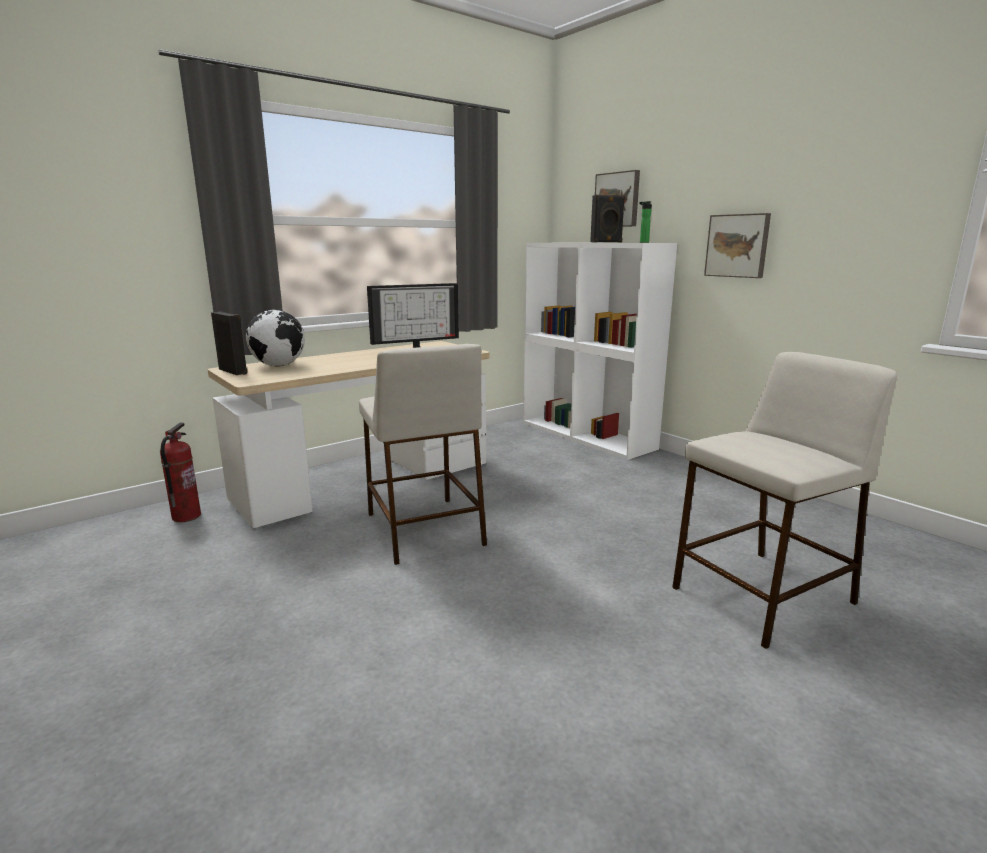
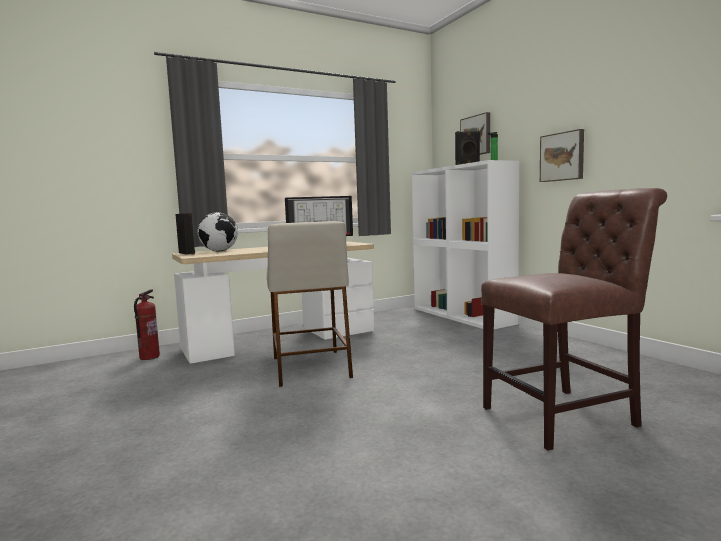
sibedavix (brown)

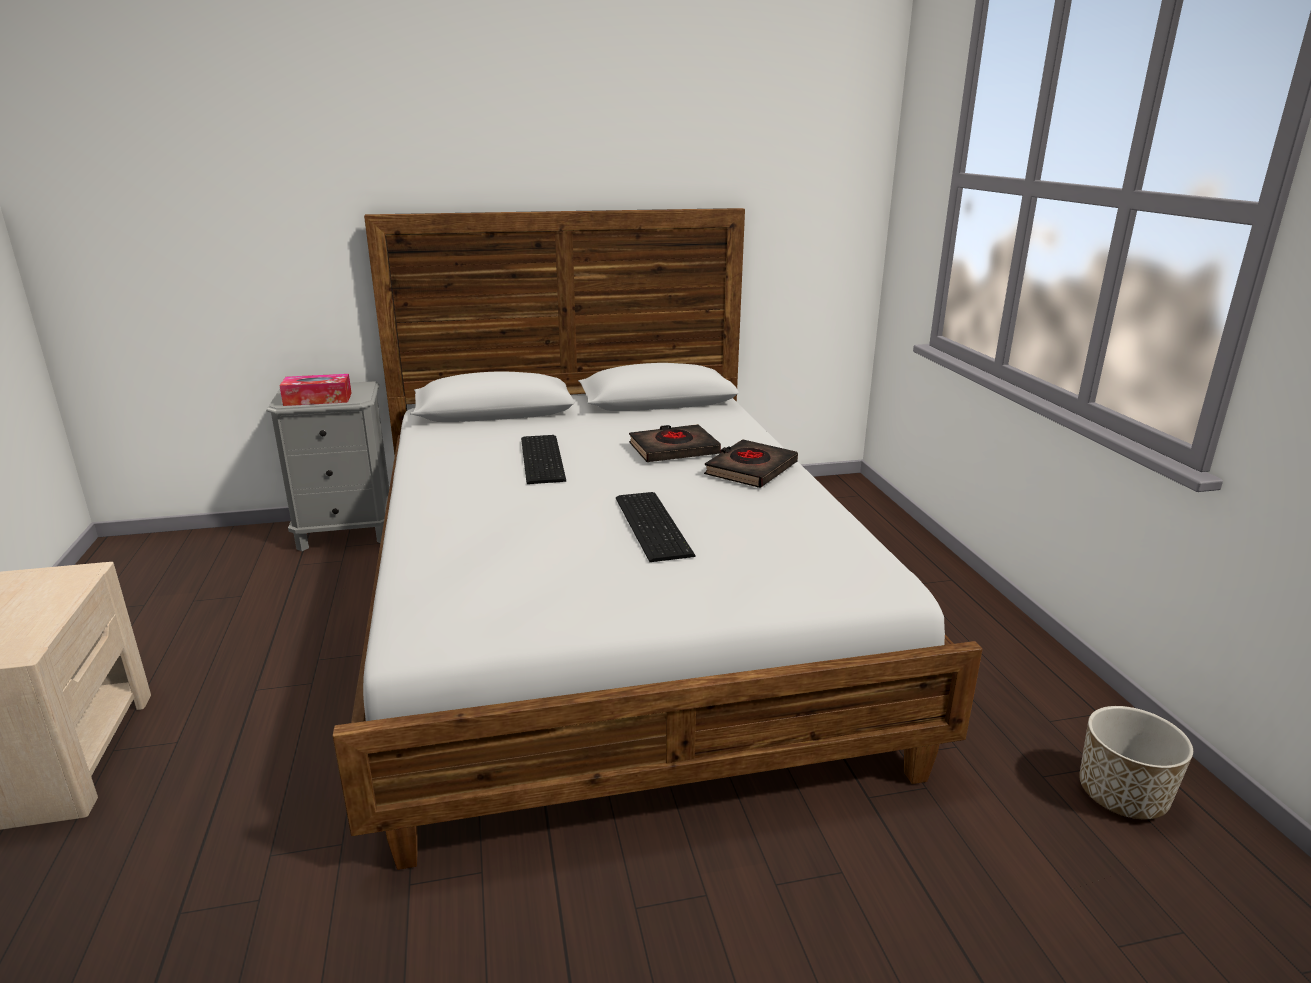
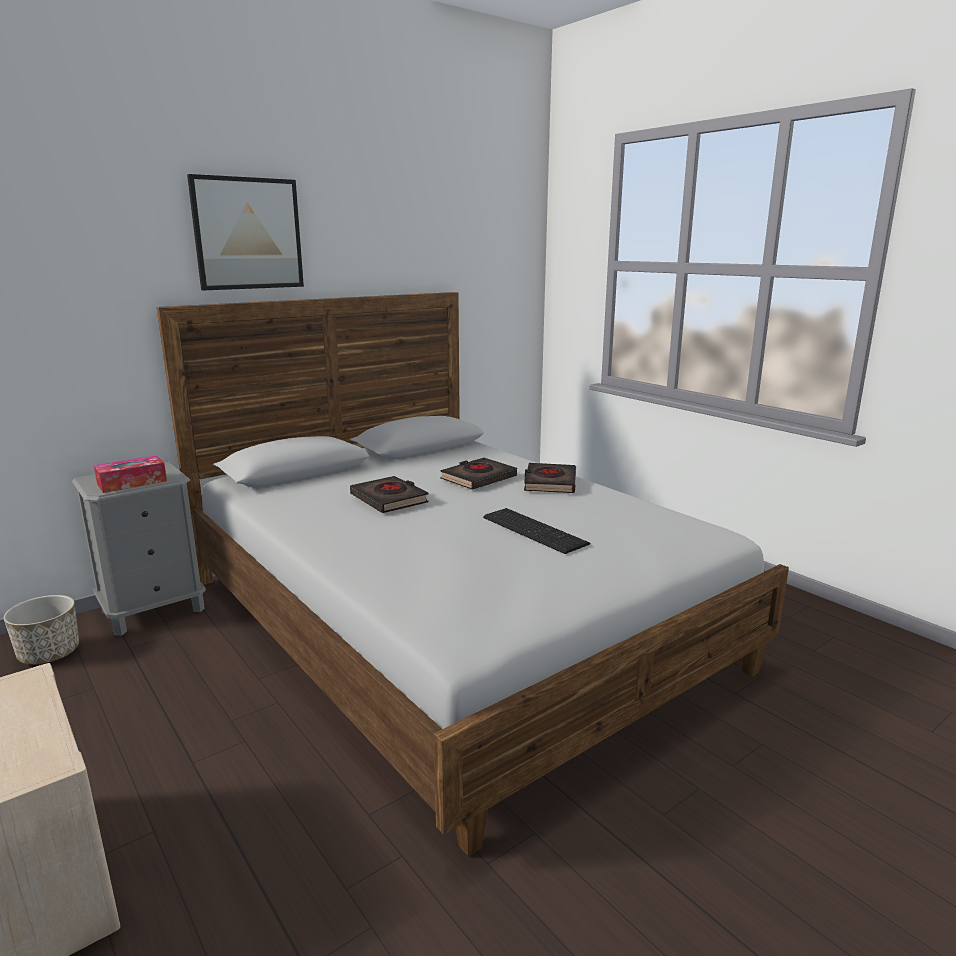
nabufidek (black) (no. 1 from left); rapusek; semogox

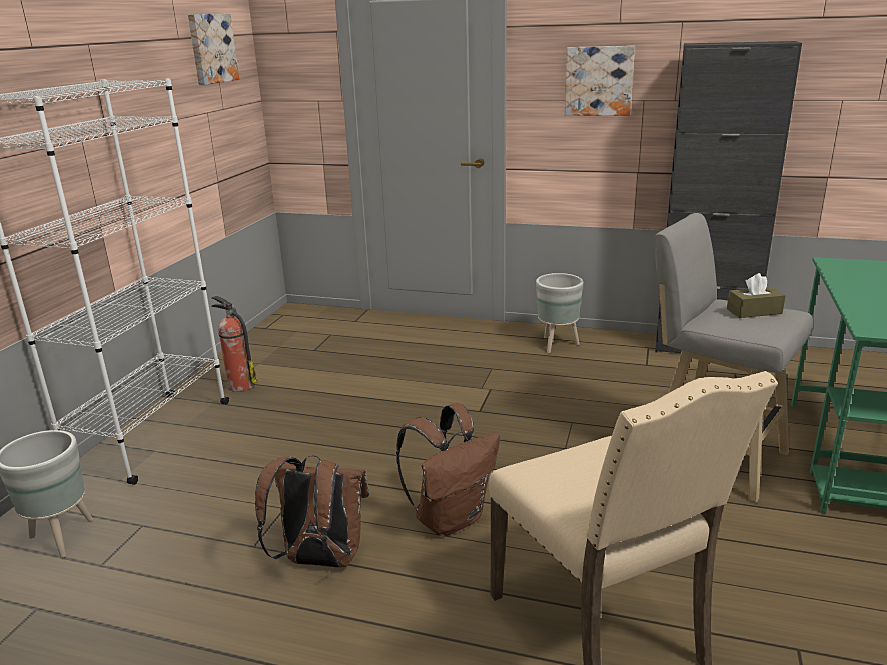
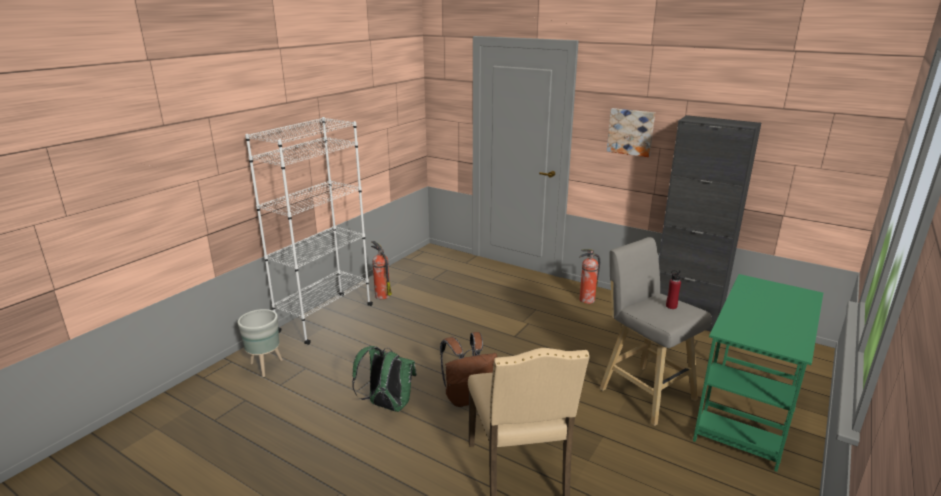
semogox (no. 1 from left in the first image); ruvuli (no. 2 from left); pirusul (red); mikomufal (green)

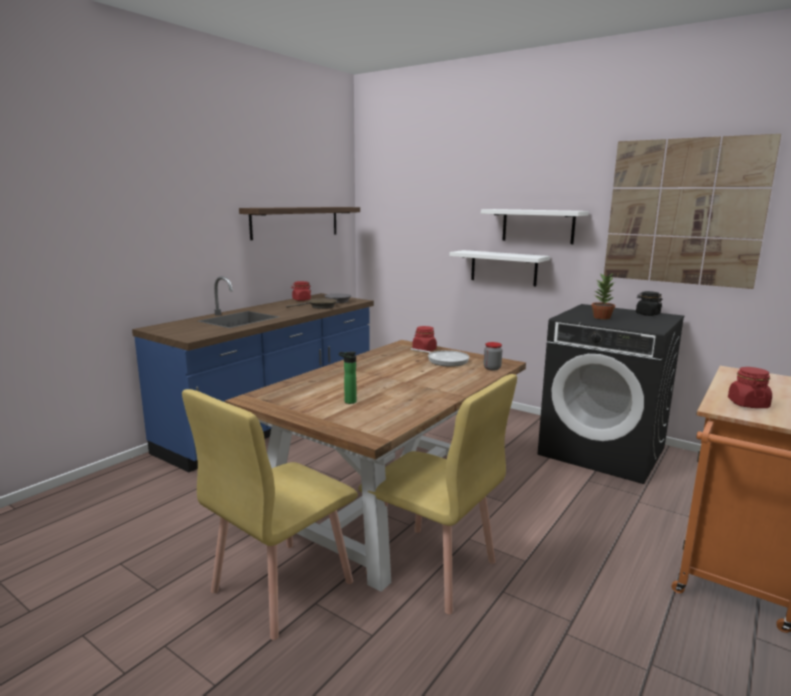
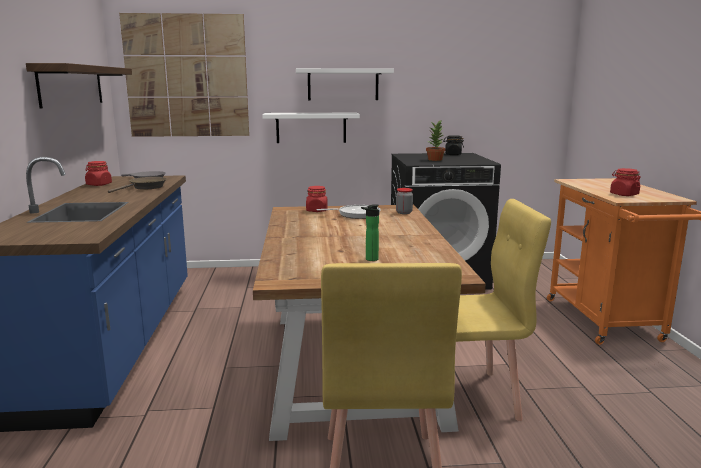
semogox

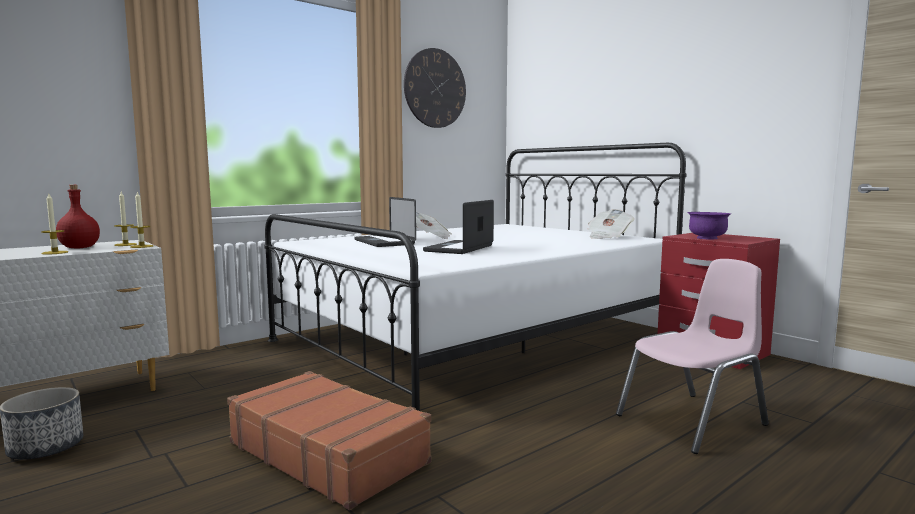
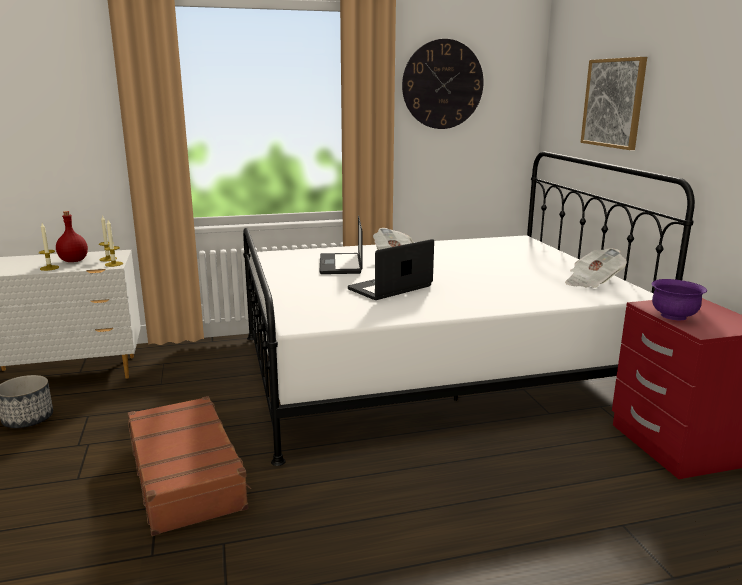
sibedavix (pink); semogox

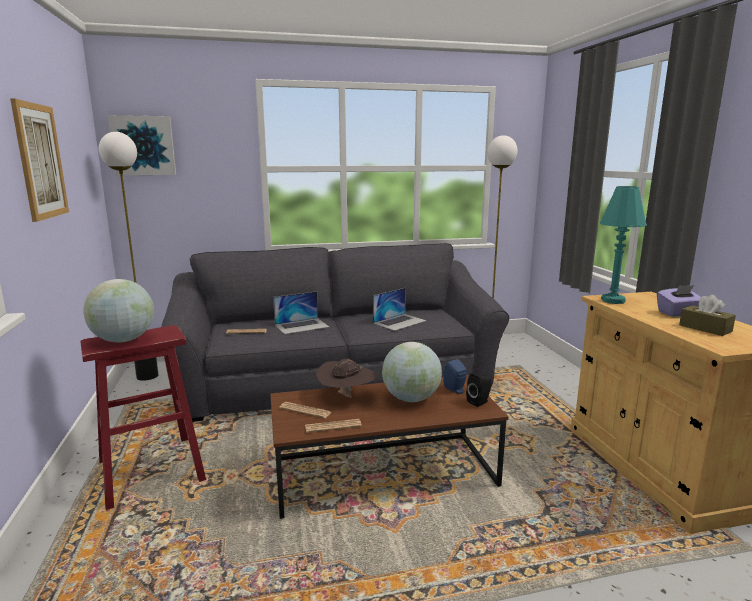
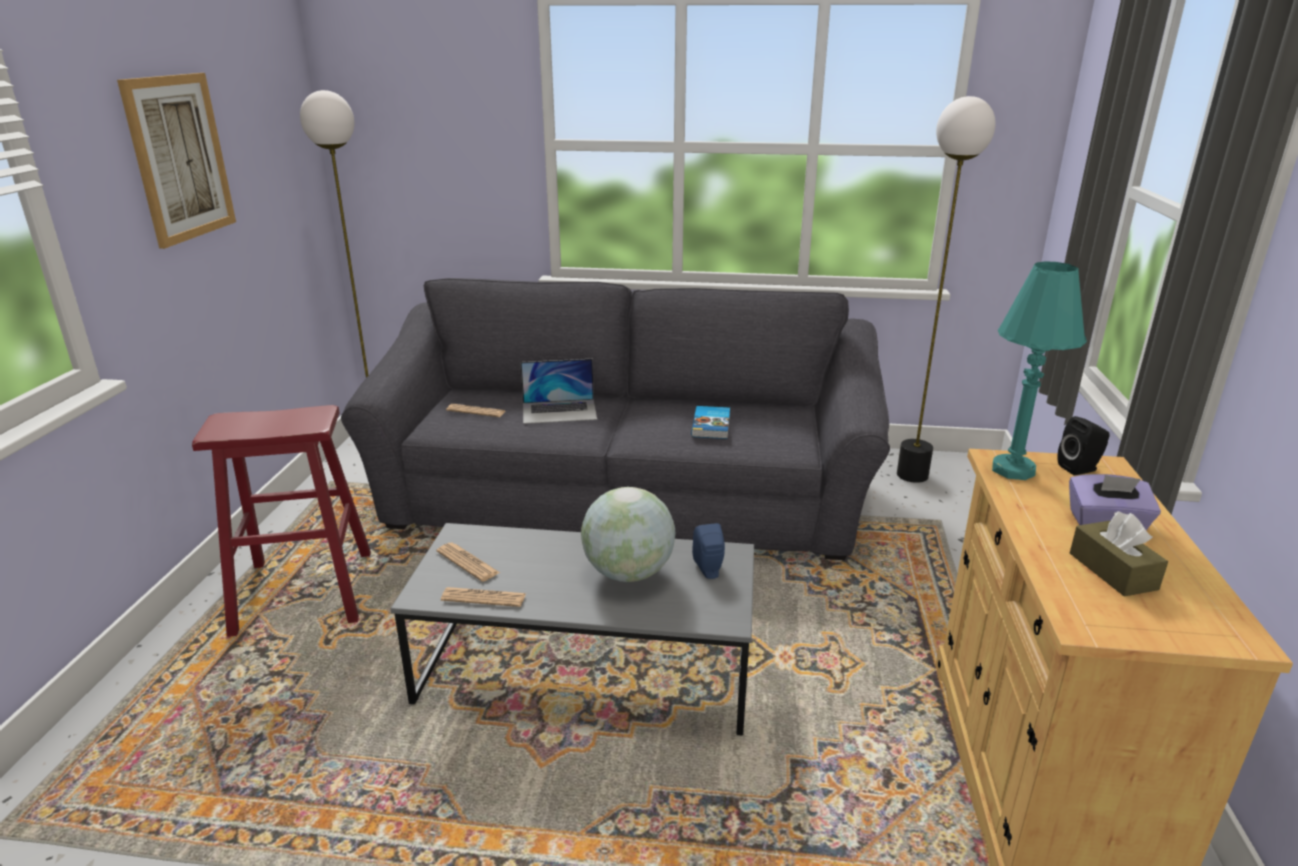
semogox (no. 2 from left in the first image); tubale (no. 1 from left in the first image); nabufidek; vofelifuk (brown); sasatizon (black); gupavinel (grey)

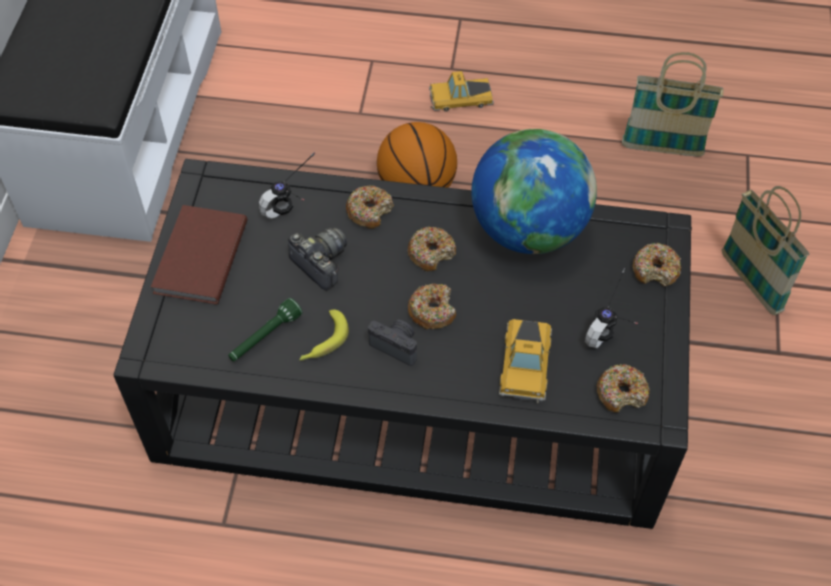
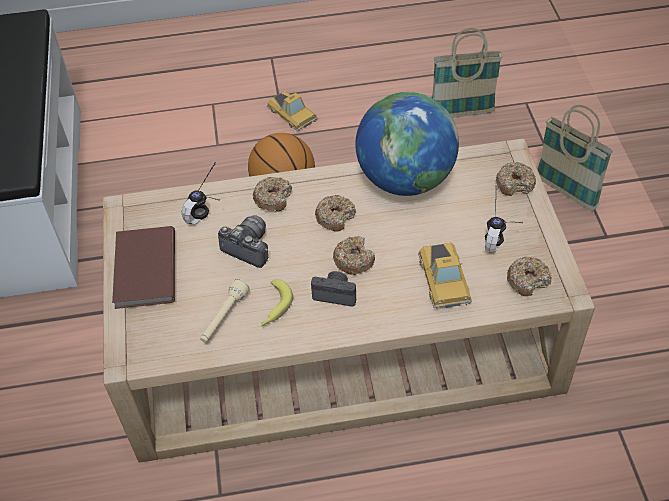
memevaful (no. 1 from left); gupavinel (beige); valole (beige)

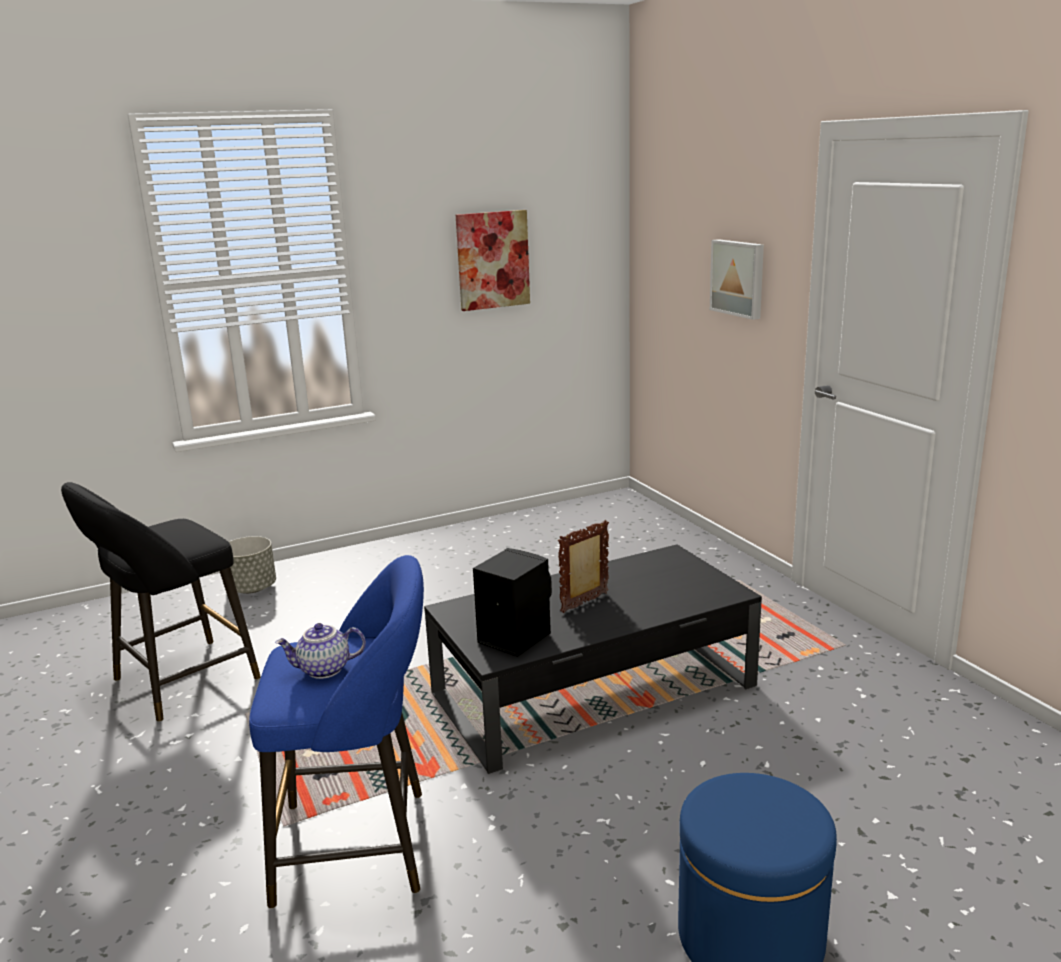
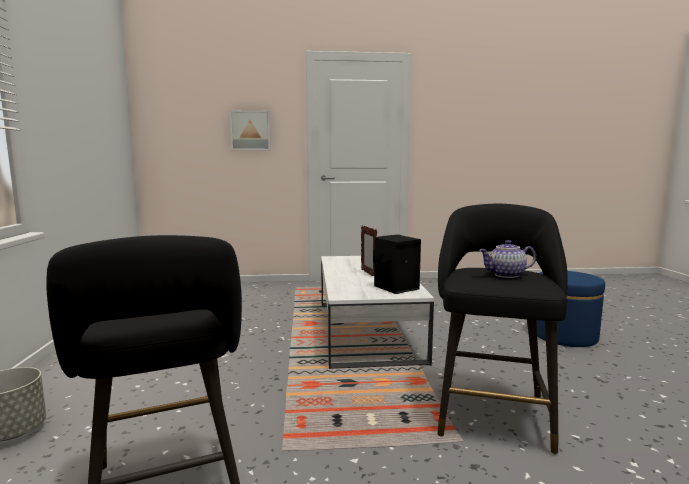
semogox (no. 1 from left in the first image); gupavinel (white); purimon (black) (no. 2 from left); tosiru

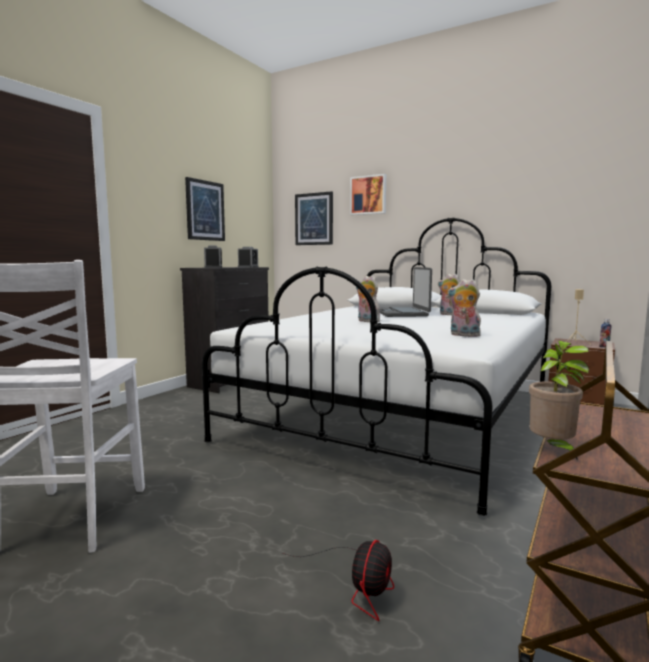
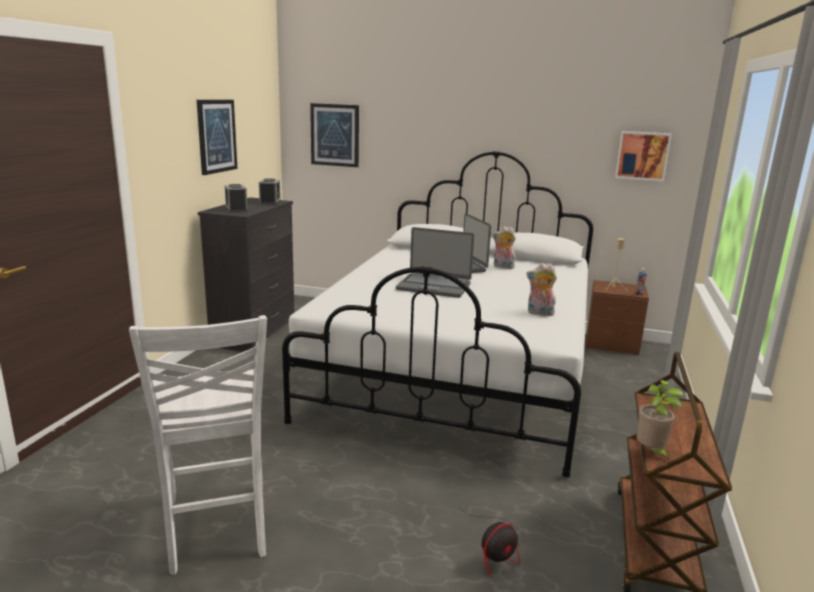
semogox (no. 3 from left); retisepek (no. 1 from left); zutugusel

